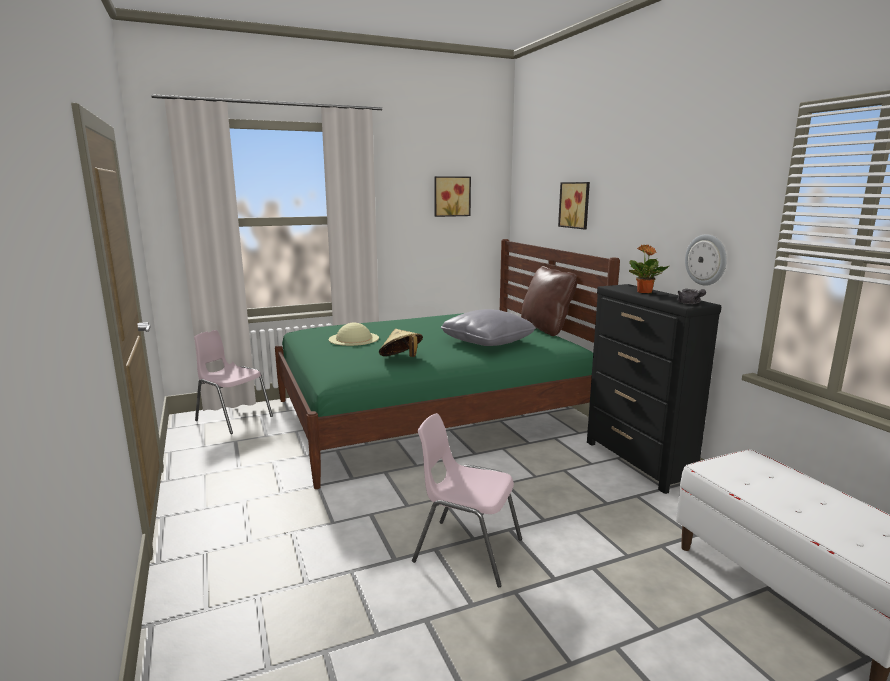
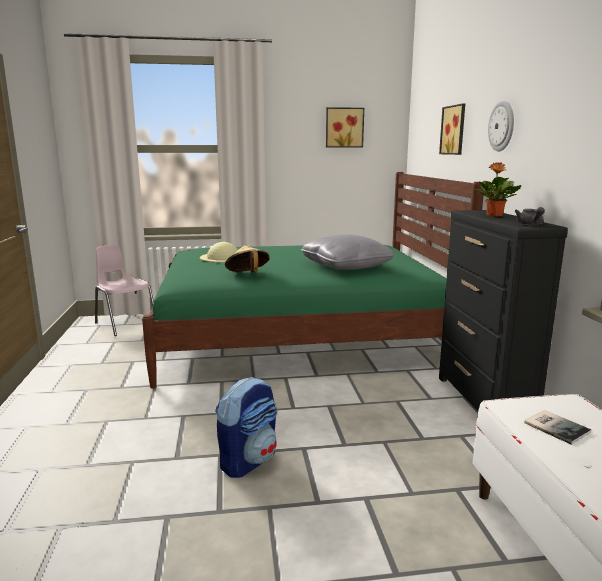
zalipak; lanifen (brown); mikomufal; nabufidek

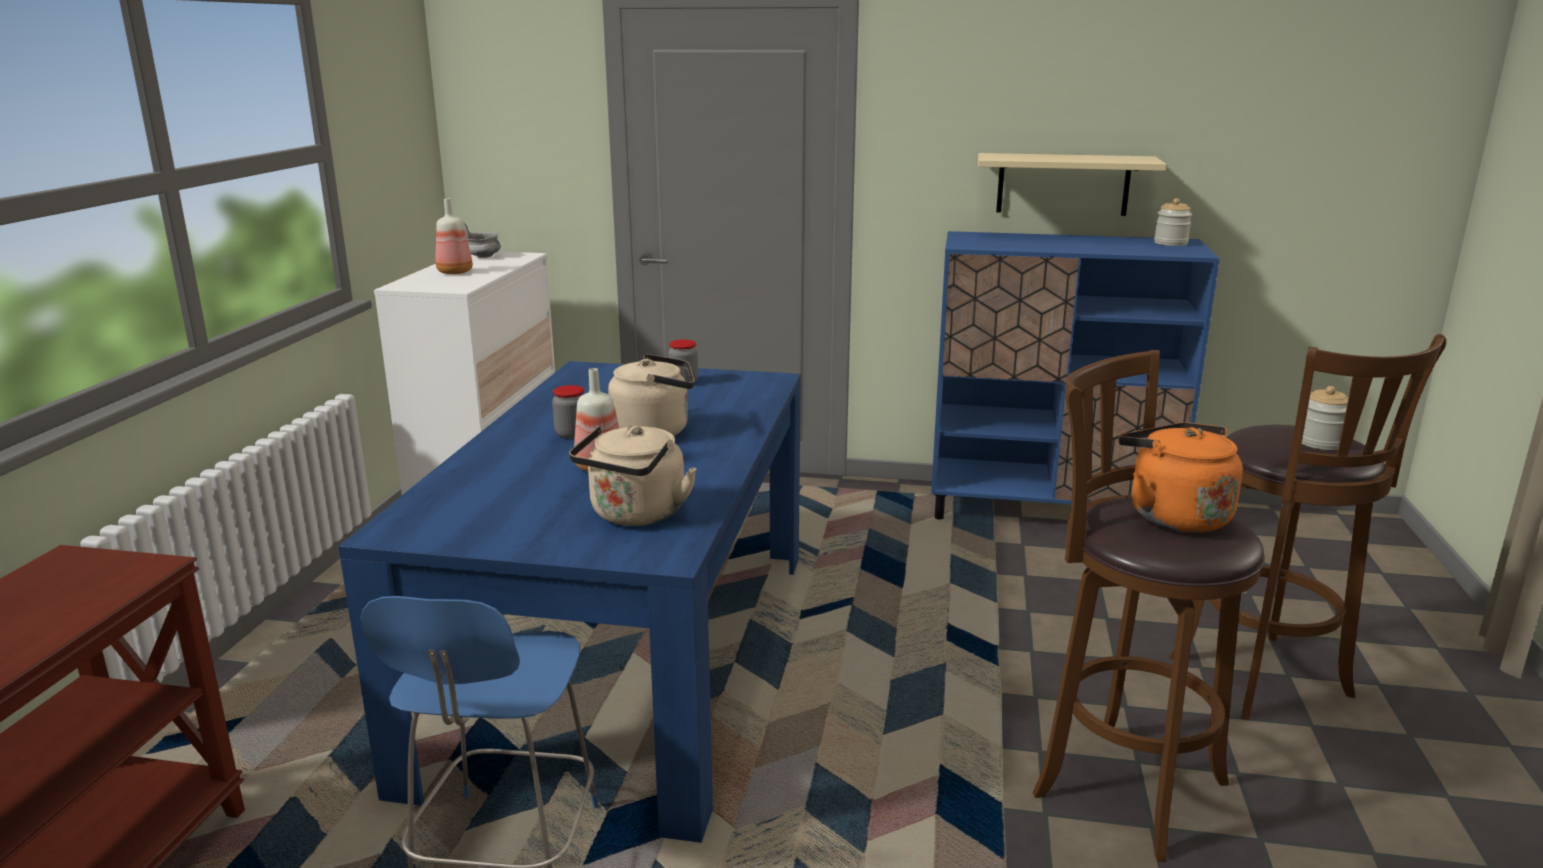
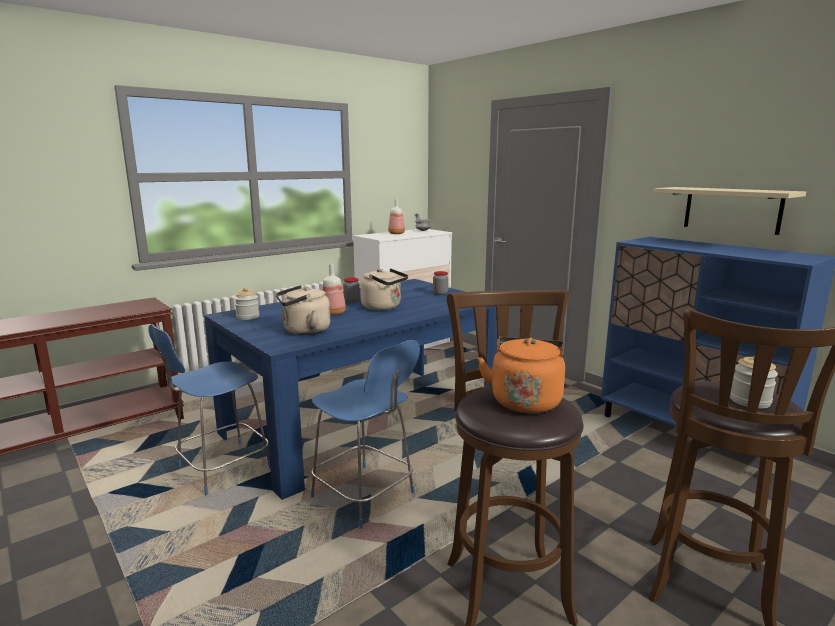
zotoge (no. 1 from left); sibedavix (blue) (no. 2 from left)

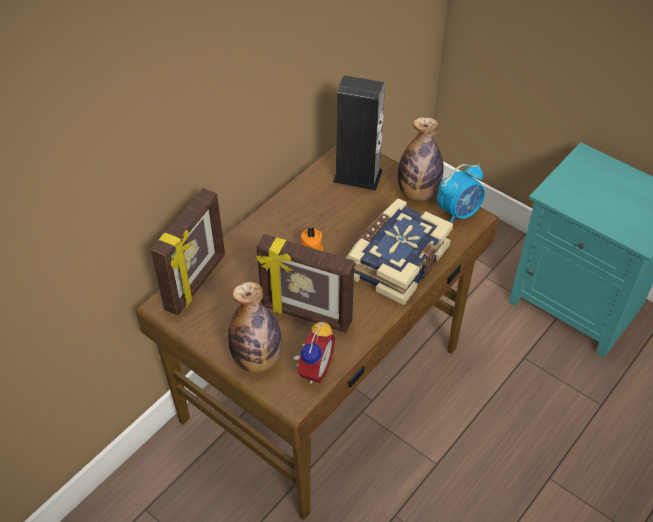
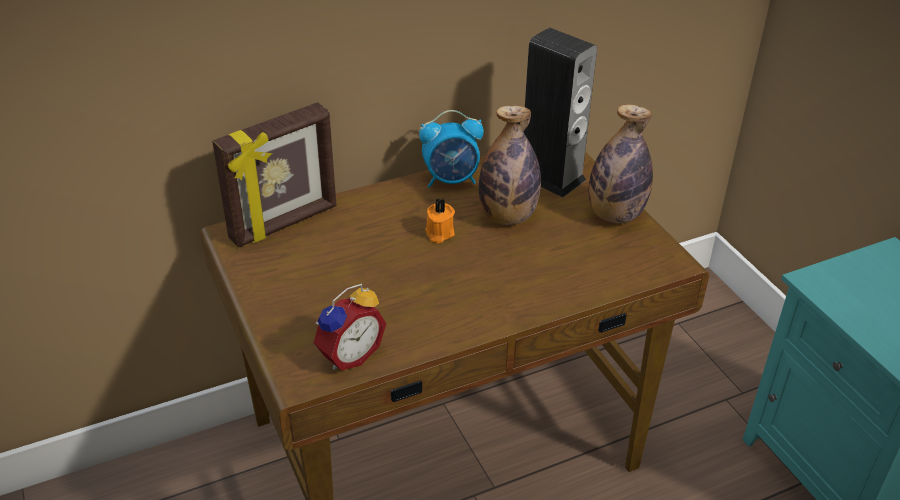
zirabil (no. 2 from left); nabufidek; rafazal (no. 2 from left in the first image); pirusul (no. 1 from left)

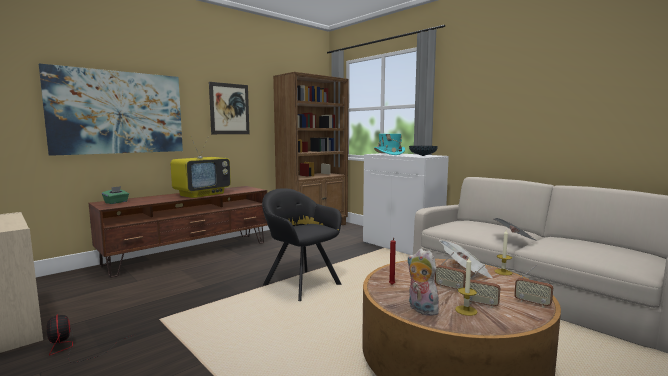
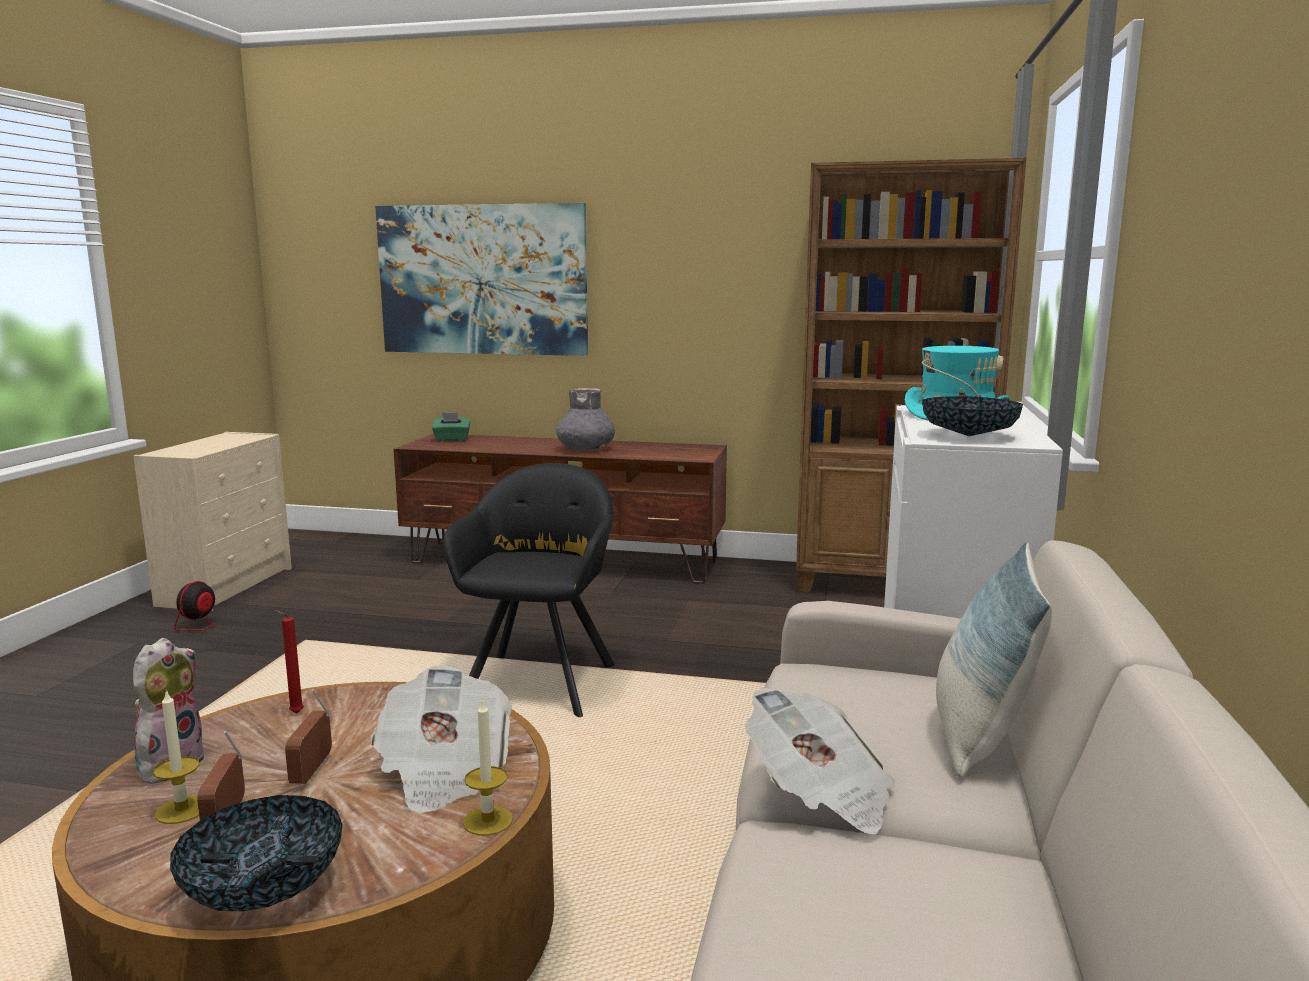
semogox (no. 2 from left in the first image); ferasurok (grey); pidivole (no. 1 from left); lanifen

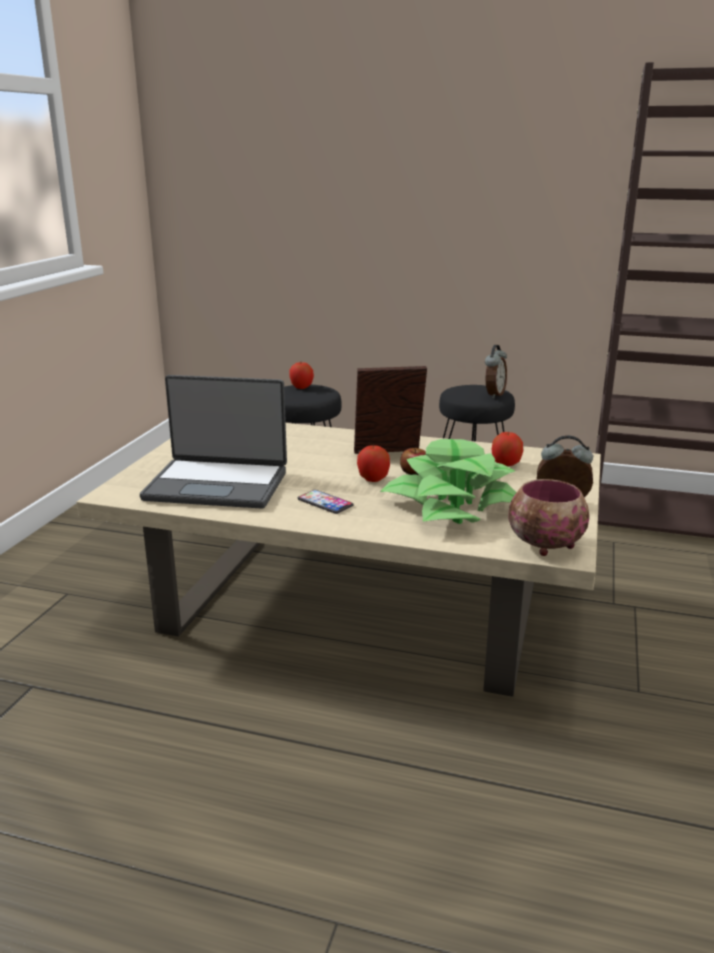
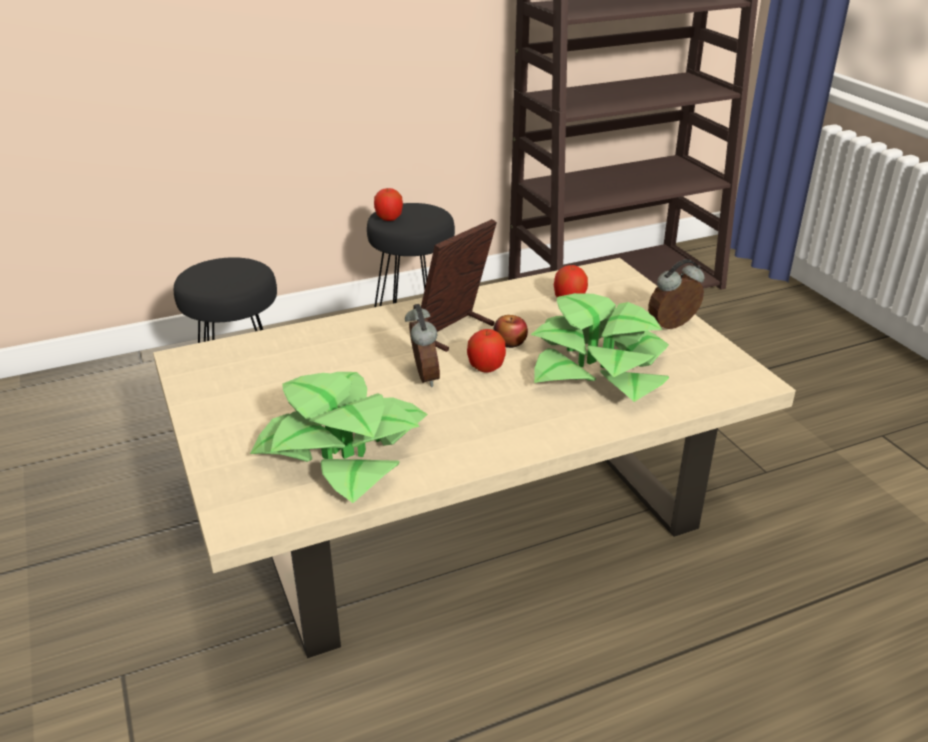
zirabil (no. 1 from left); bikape (no. 1 from left); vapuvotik (no. 1 from left); pidivole; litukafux

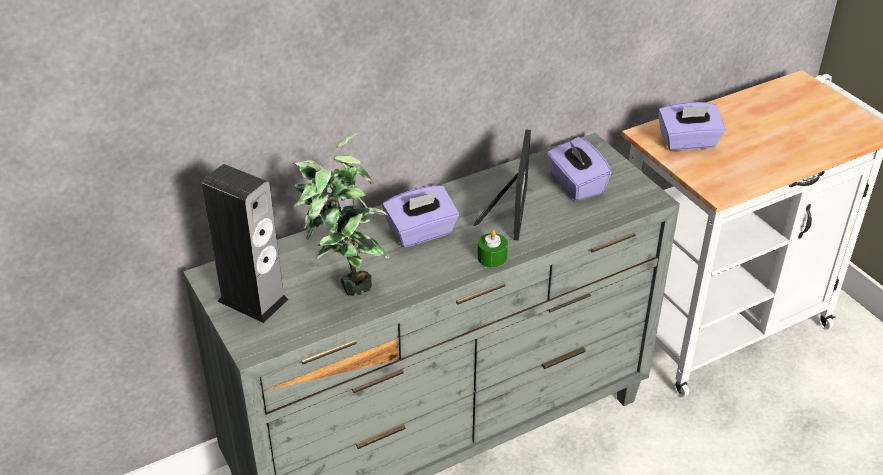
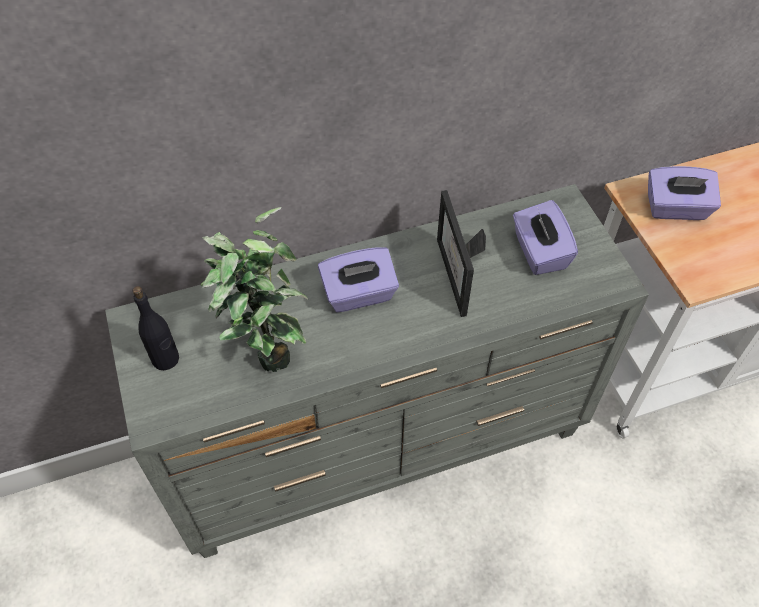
rafazal; pirusul (black); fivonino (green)

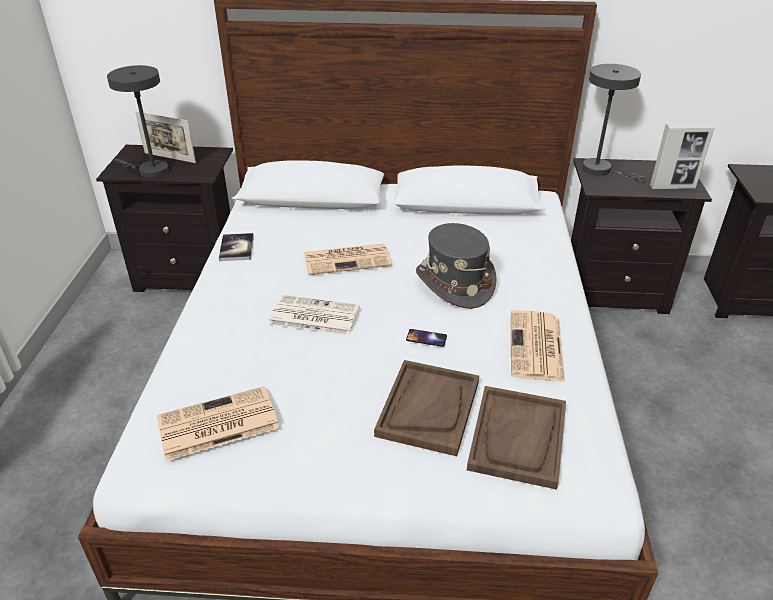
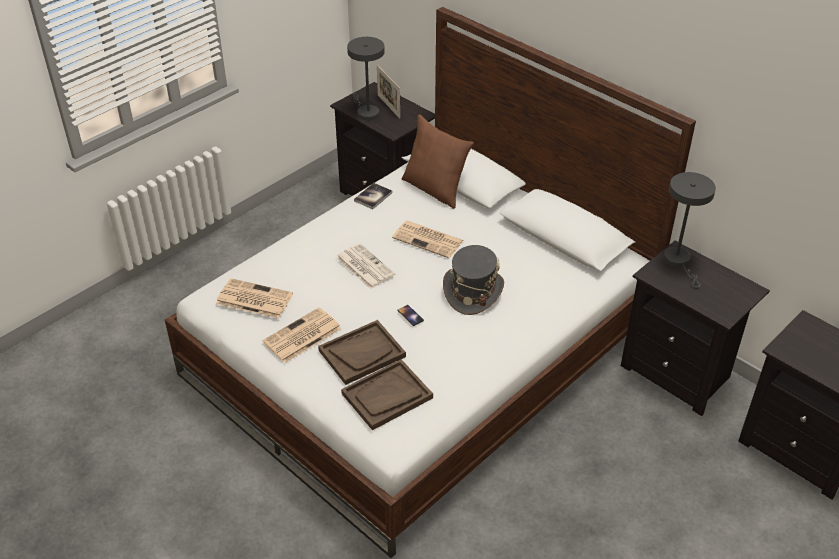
rafazal (no. 2 from left in the first image); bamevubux (no. 2 from left); lanifen (brown)

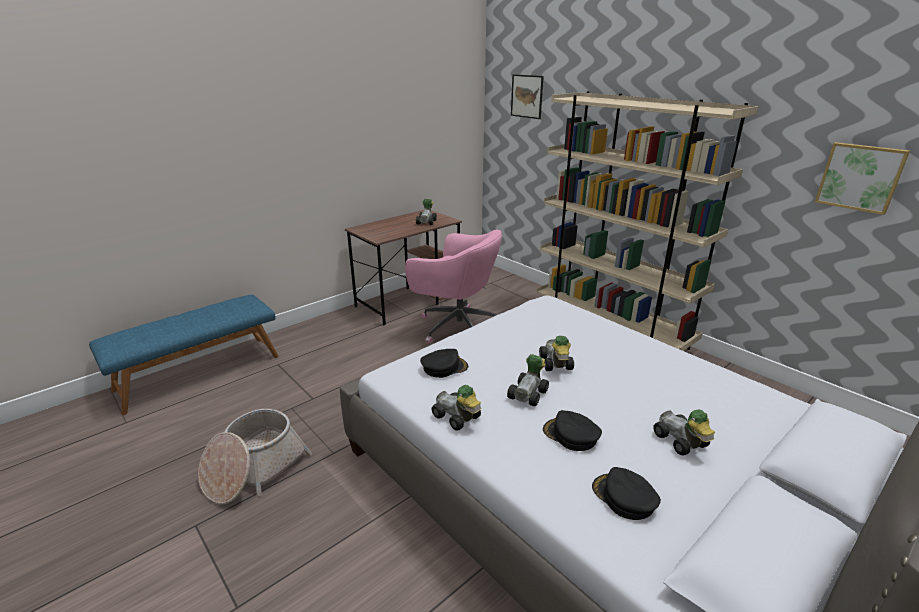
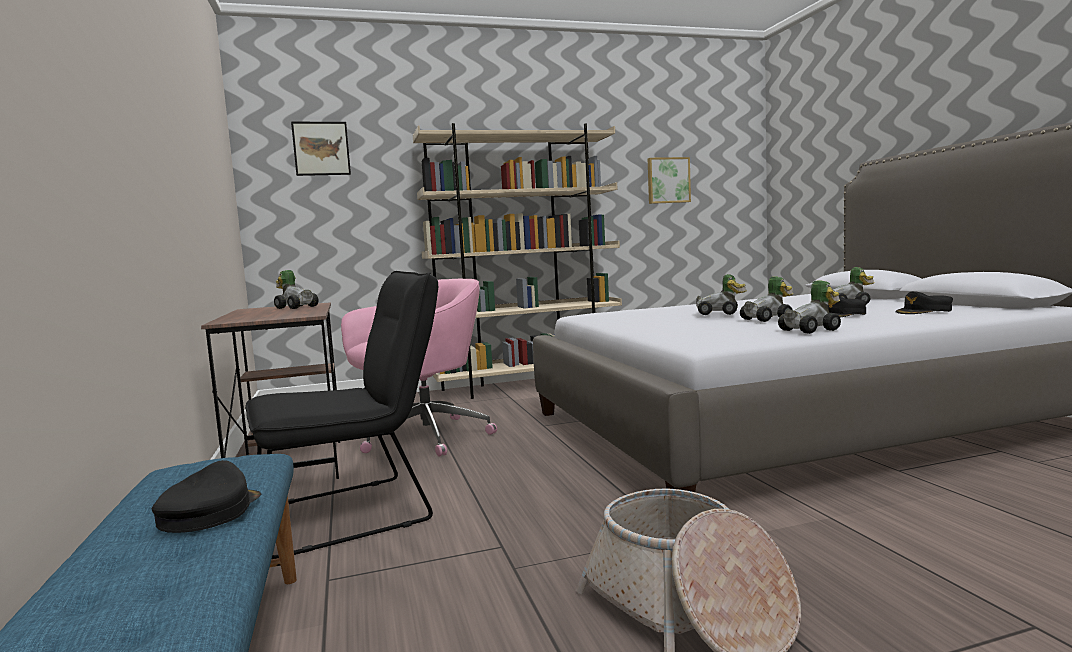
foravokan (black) (no. 1 from left); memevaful (no. 3 from left); sibedavix (black)

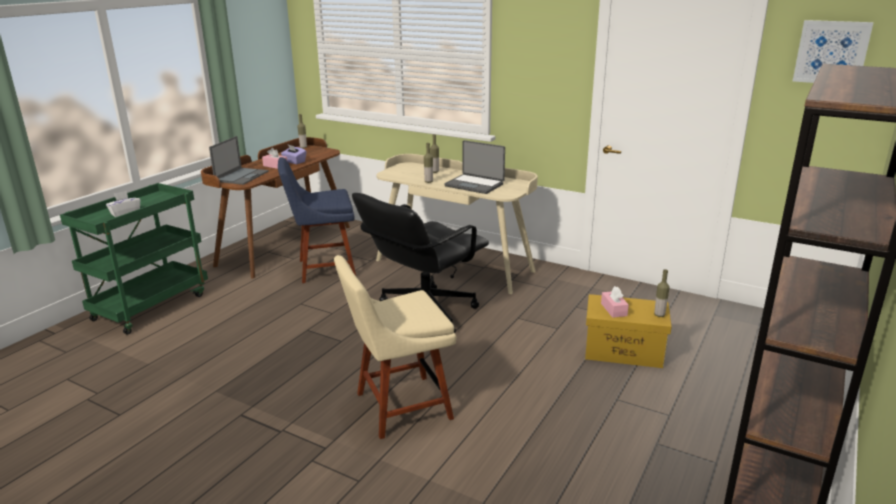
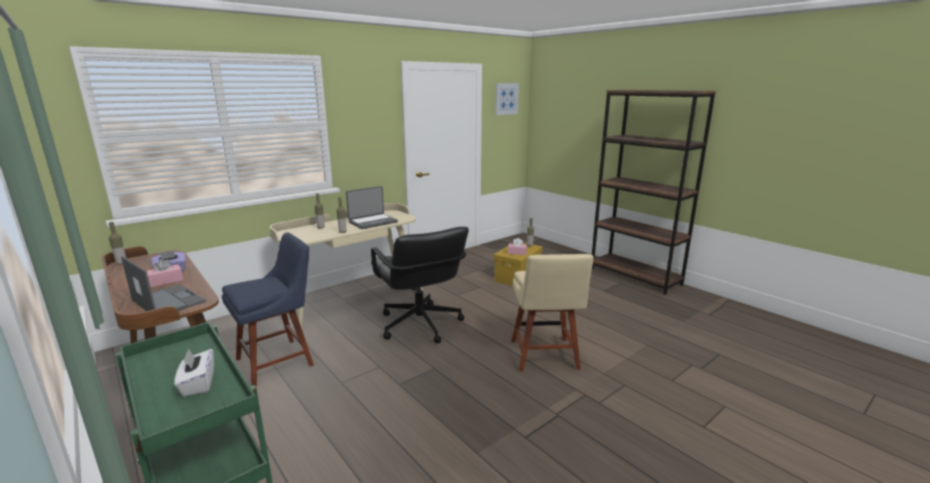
sibedavix (blue)

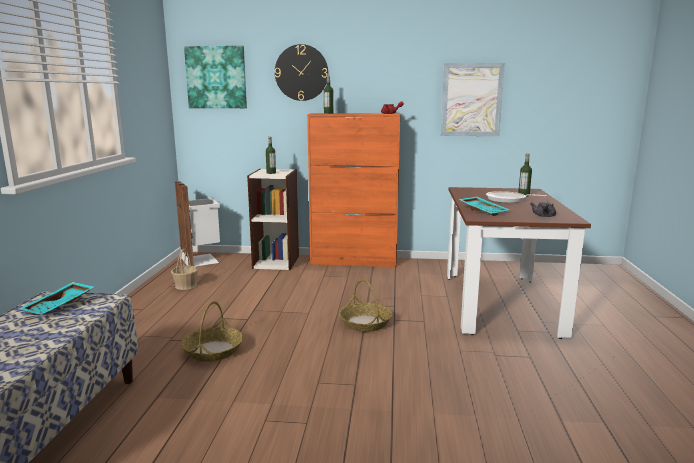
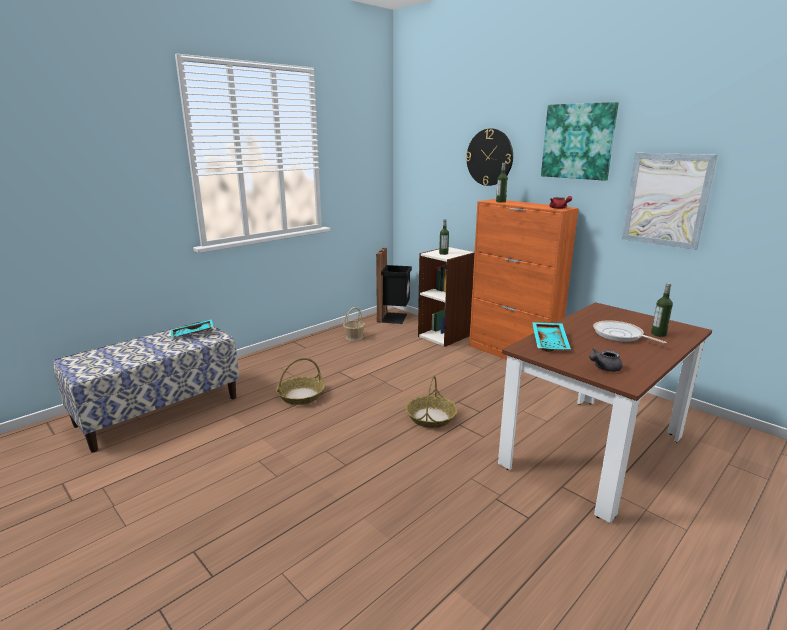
semogox (no. 1 from left); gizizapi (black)

